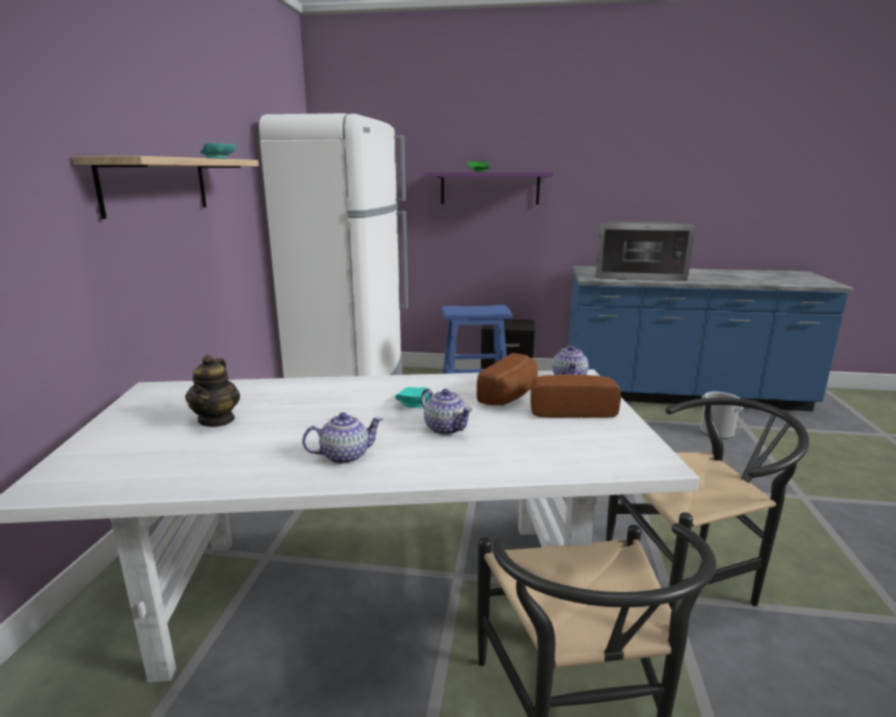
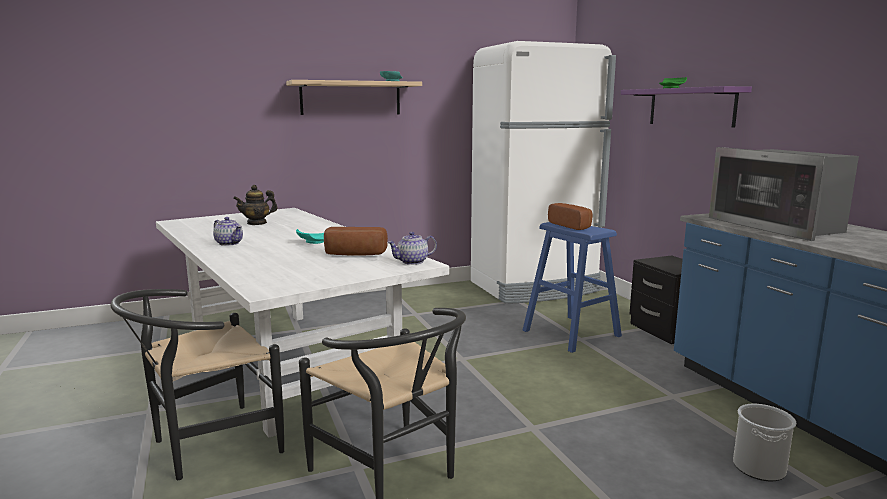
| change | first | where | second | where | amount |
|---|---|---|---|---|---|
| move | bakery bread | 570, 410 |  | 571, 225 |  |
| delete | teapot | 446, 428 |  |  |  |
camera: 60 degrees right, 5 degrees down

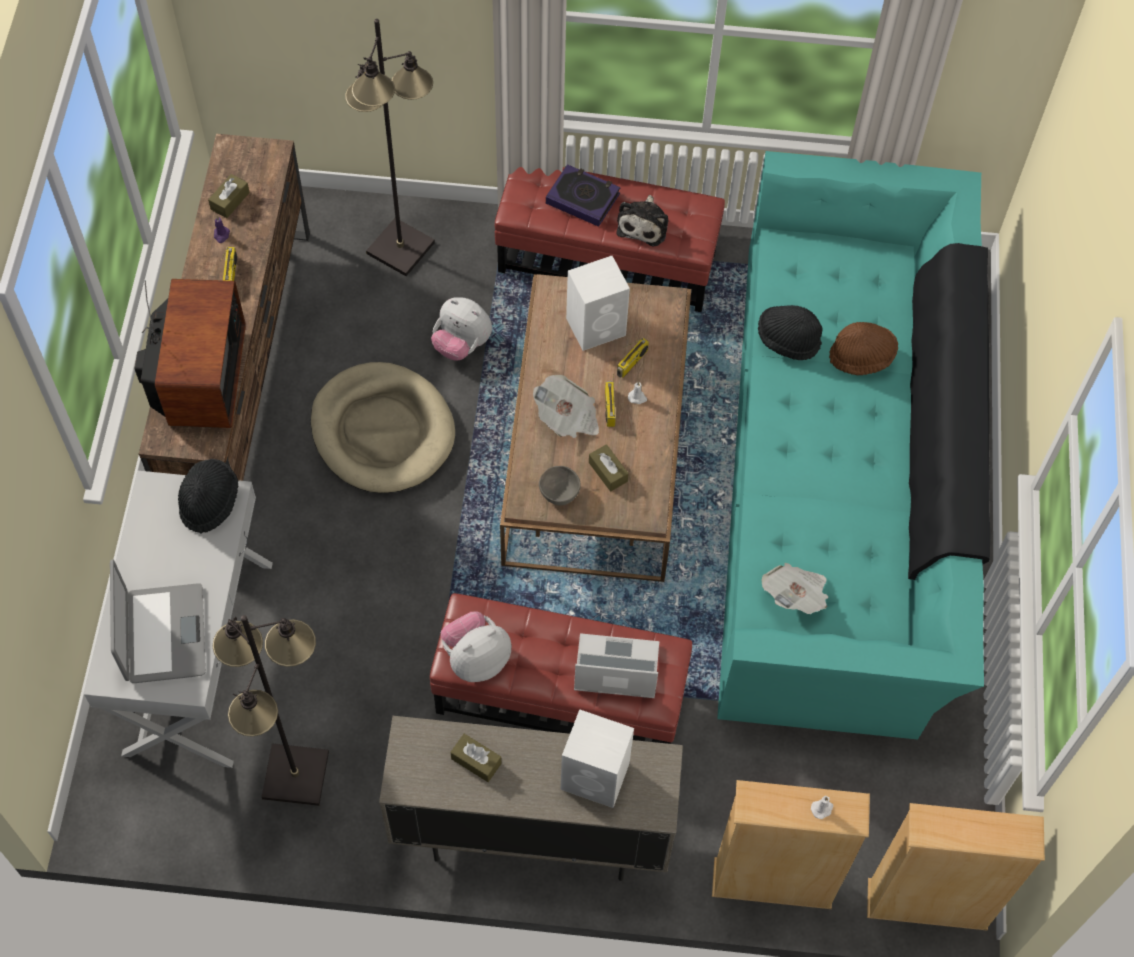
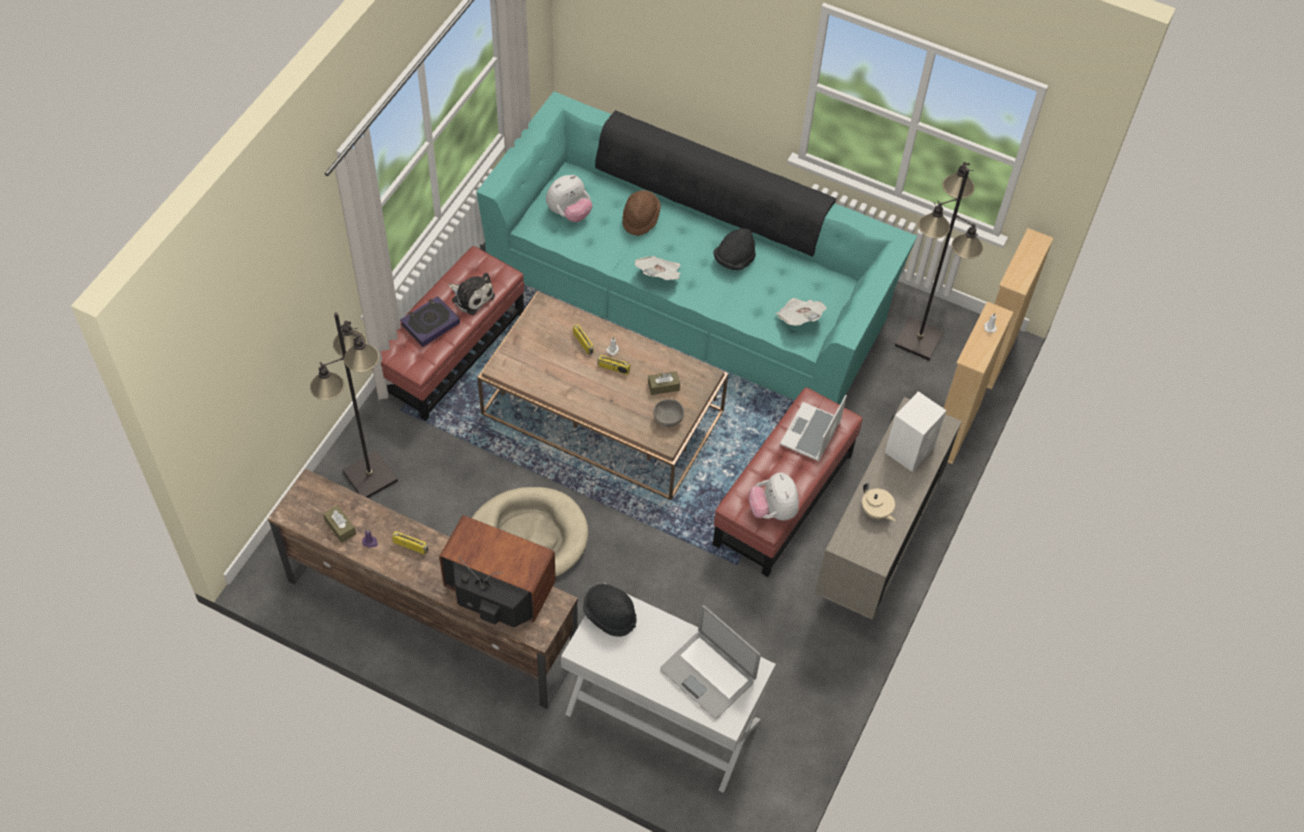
| change | first | where | second | where | amount |
|---|---|---|---|---|---|
| delete | audio speaker/white | 597, 326 |  |  |  |
| move | plush toy | 462, 344 |  | 569, 213 |  |
| move | wearable hat/black | 787, 340 |  | 734, 259 |  |
| move | printed paper | 567, 418 |  | 659, 275 |  |
| rotate | laptop | 163, 634 |  | 708, 674 | 150 degrees counterclockwise |
| move | floor lamp/black | 296, 776 |  | 919, 339 |  |
| replace | box of tissues/brownish | 476, 761 | teapot/beige-coloured | 876, 512 |  |
camera: 70 degrees left, 5 degrees down

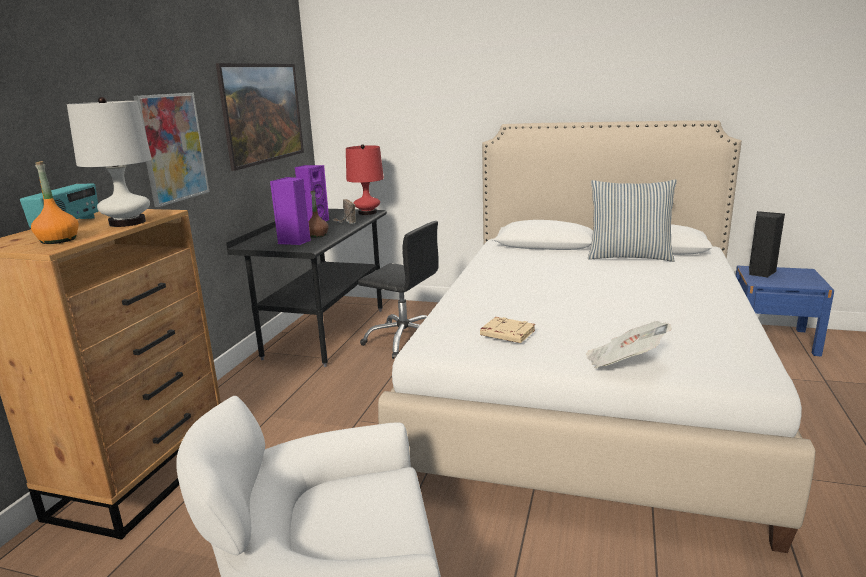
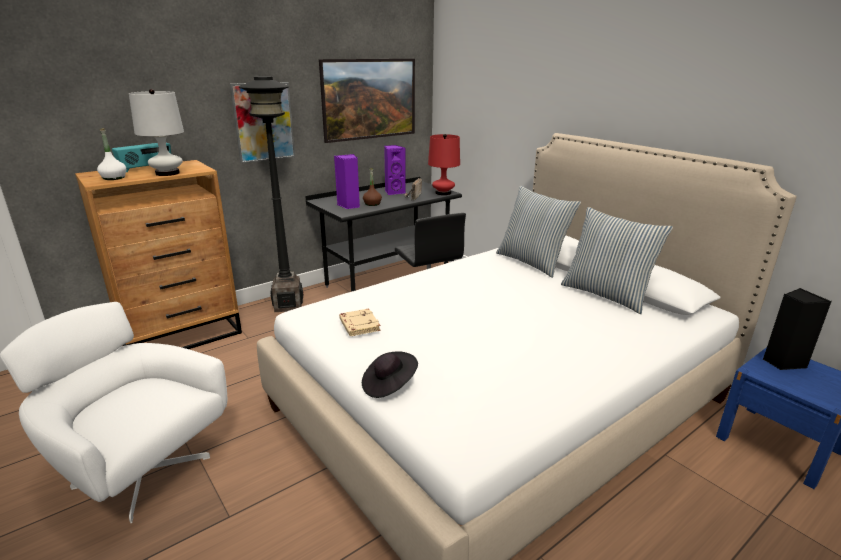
| change | first | where | second | where | amount |
|---|---|---|---|---|---|
| recolor | bottle/orange-coloured | 58, 240 | bottle/white | 114, 178 |  |
| replace | printed paper | 623, 363 | wearable hat/black | 389, 385 |  |
| insert |  |  | floor lamp/black | 288, 305 |  |
| insert |  |  | cushion | 532, 262 |  |
camera: 35 degrees right, 5 degrees up

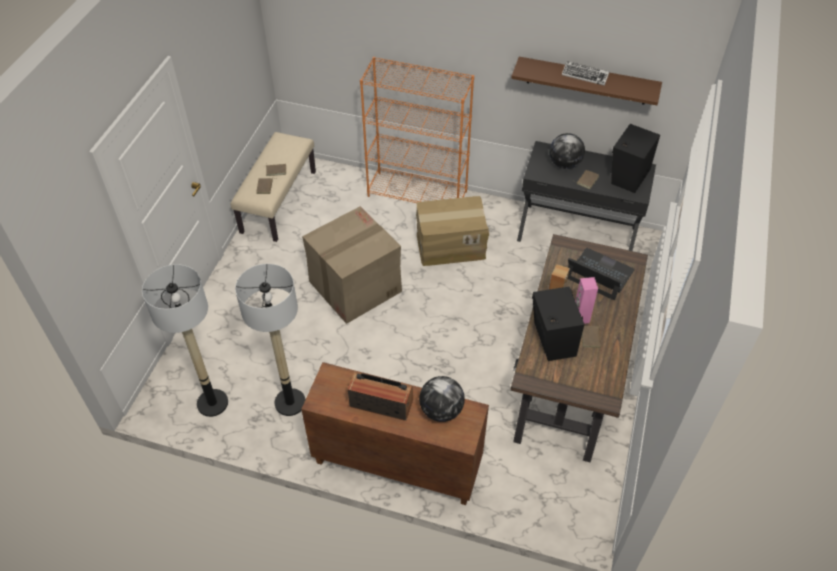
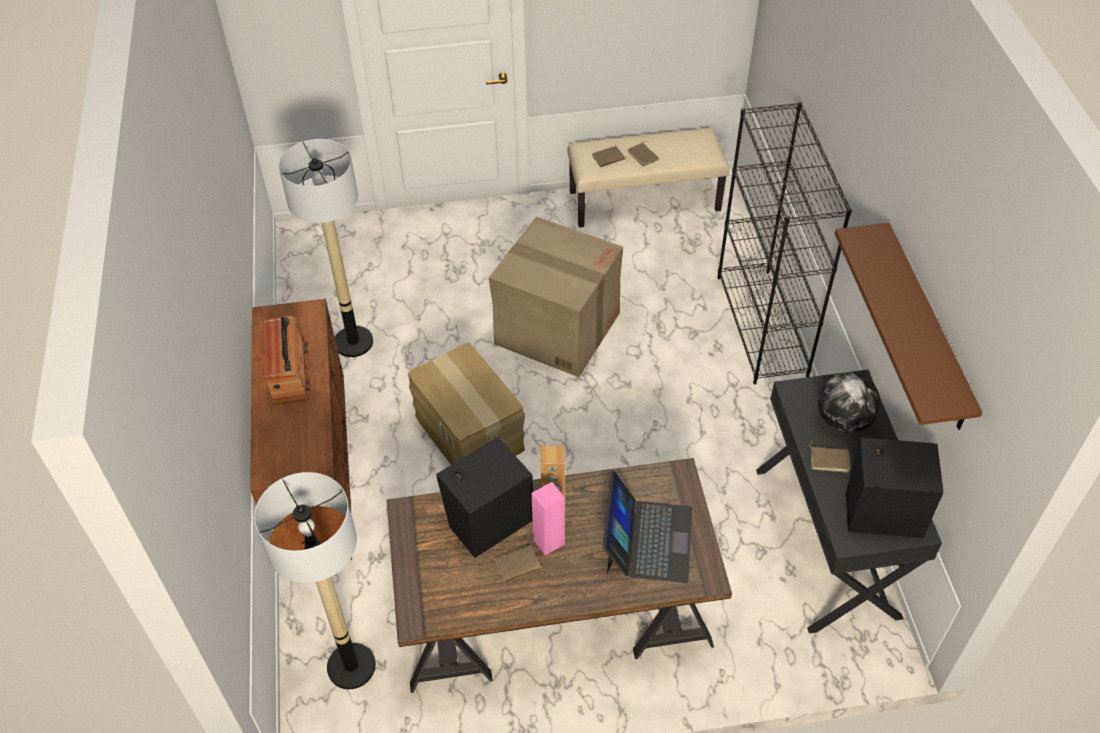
| change | first | where | second | where | amount |
|---|---|---|---|---|---|
| recolor | bookshelf/orange-coloured | 418, 193 | bookshelf/black | 762, 326 |  |
| delete | keyboard | 585, 76 |  |  |  |
| move | carton | 450, 245 |  | 470, 432 |  |
| move | floor lamp | 212, 403 |  | 351, 666 |  |
| delete | desk globe | 441, 410 |  |  |  |
camera: 65 degrees right, 0 degrees up

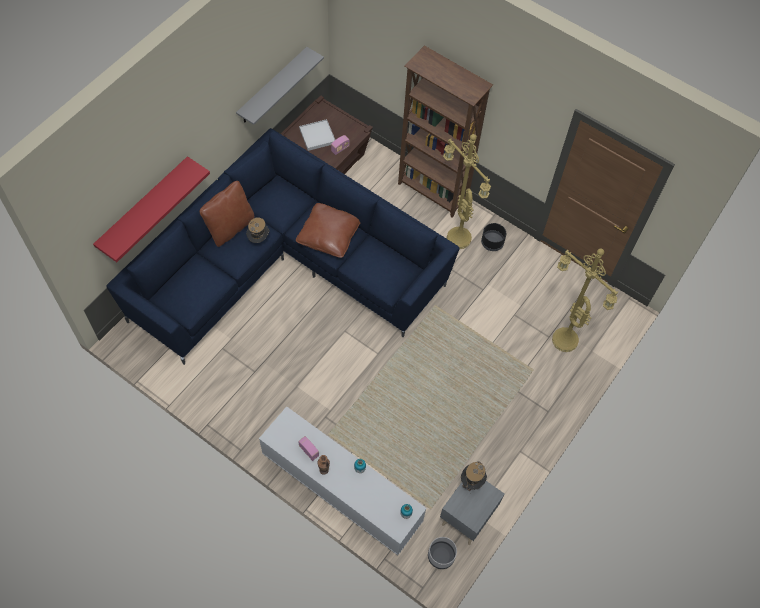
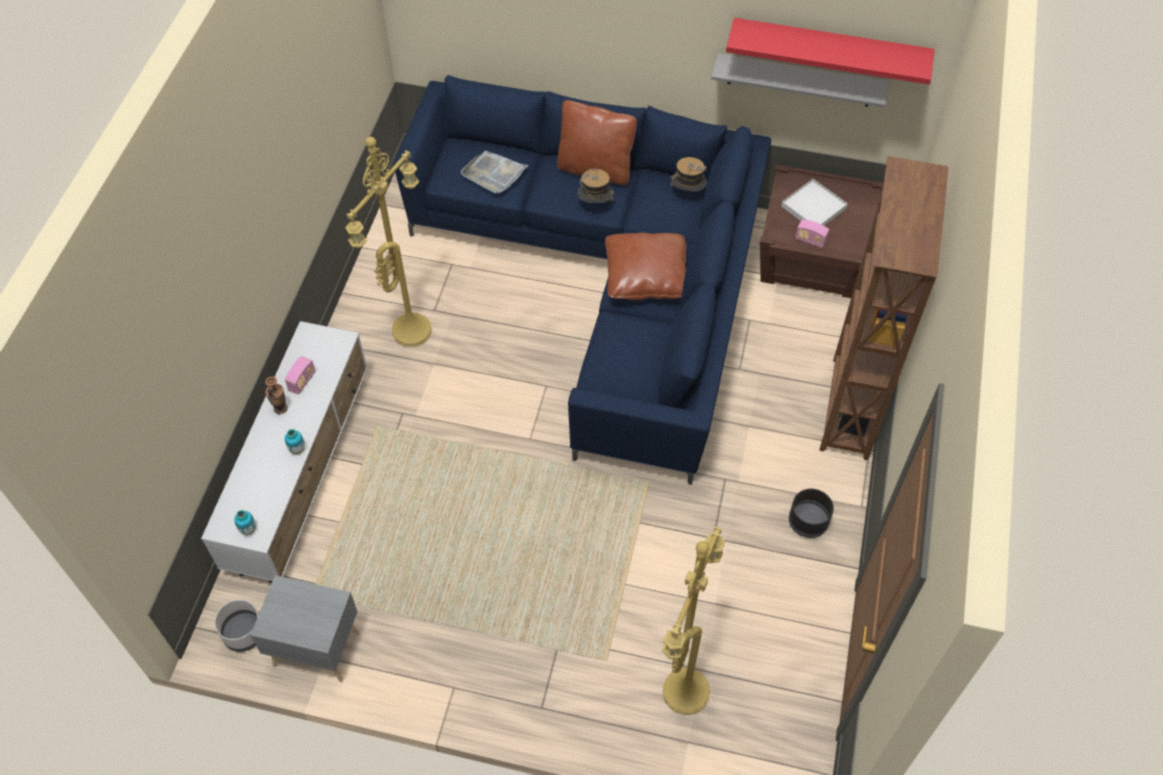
| change | first | where | second | where | amount |
|---|---|---|---|---|---|
| move | floor lamp/yellow | 457, 238 |  | 410, 329 |  |
| move | wall shelf/reddish | 143, 206 |  | 830, 47 |  |
| move | wearable hat | 472, 481 |  | 687, 193 |  |
| insert |  |  | tray/grey | 493, 174 |  |
camera: 70 degrees right, 5 degrees down

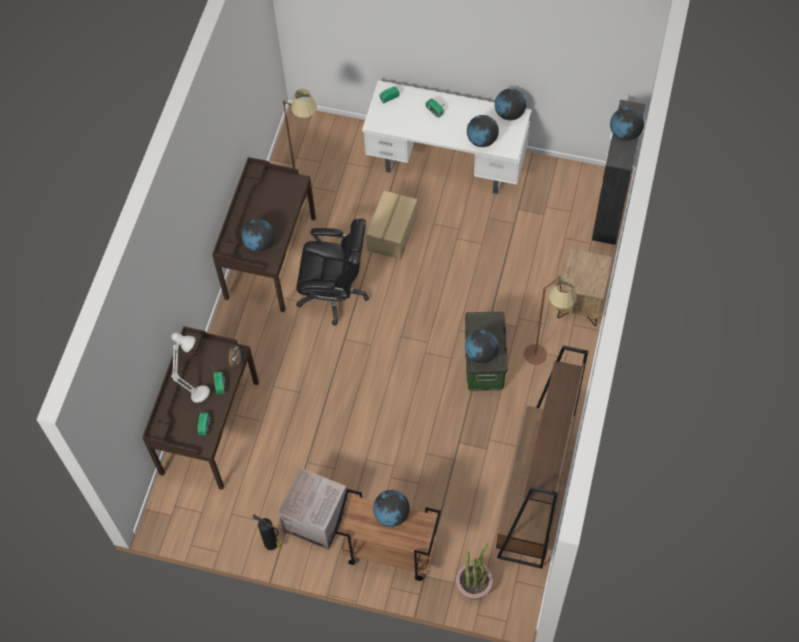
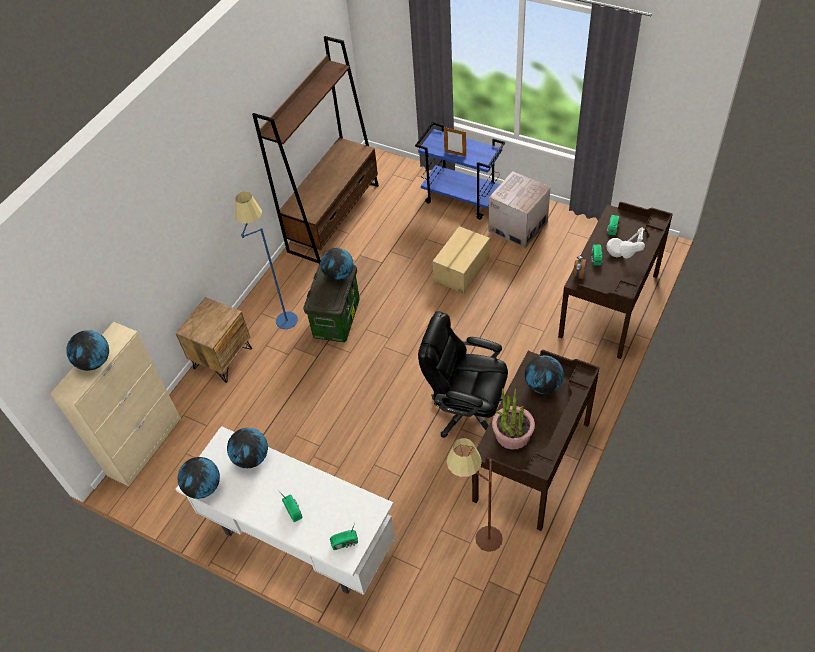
| change | first | where | second | where | amount |
|---|---|---|---|---|---|
| recolor | cabinet/black | 610, 211 | cabinet/beige-coloured | 145, 446 |  |
| move | carton | 391, 233 |  | 462, 270 |  |
| recolor | floor lamp/brownish | 544, 359 | floor lamp/blue | 280, 315 |  |
| recolor | wheeled cart/brownish | 389, 552 | wheeled cart/blue | 462, 199 |  |
| replace | desk globe | 391, 514 | photo frame | 455, 154 |  |
| delete | fire extinguisher | 272, 544 |  |  |  |
| move | houseplant | 474, 584 |  | 512, 434 |  |
camera: 165 degrees left, 10 degrees down

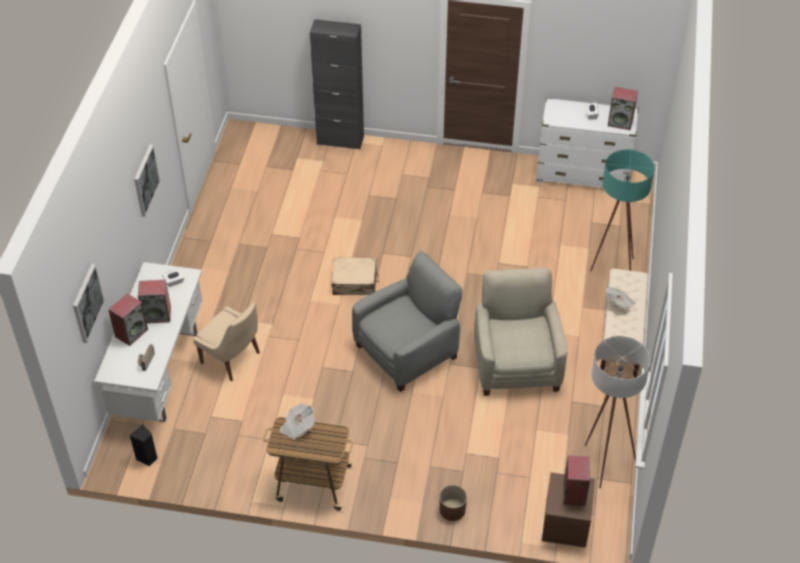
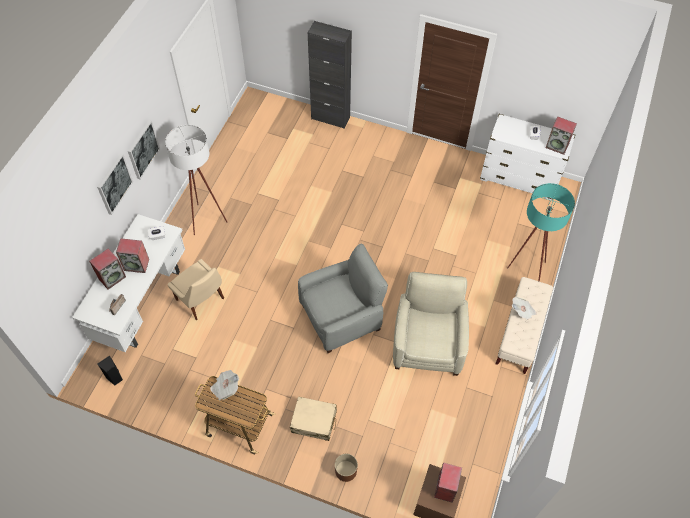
| change | first | where | second | where | amount |
|---|---|---|---|---|---|
| move | suitcase/beige-coloured | 354, 282 |  | 314, 421 |  |
| move | picture | 87, 303 |  | 114, 183 |  |
| move | floor lamp/white | 602, 460 |  | 205, 217 |  |
camera: 10 degrees right, 10 degrees up

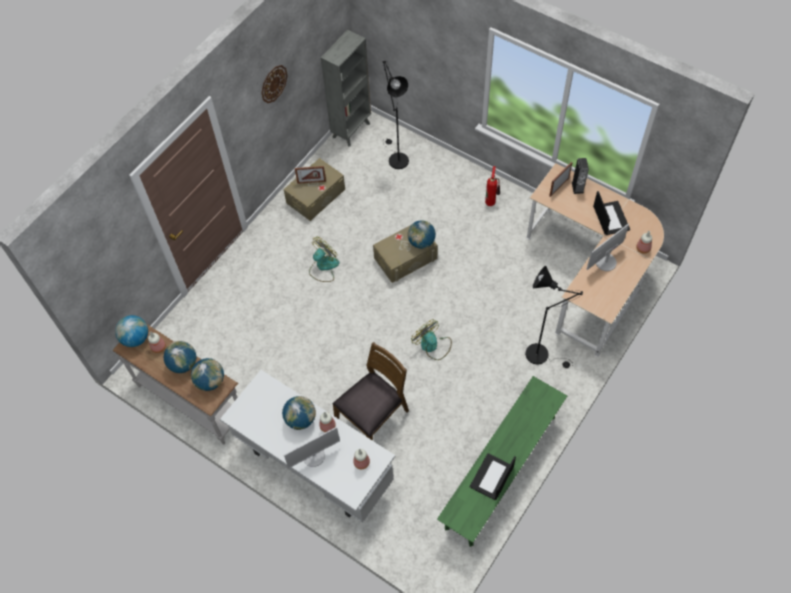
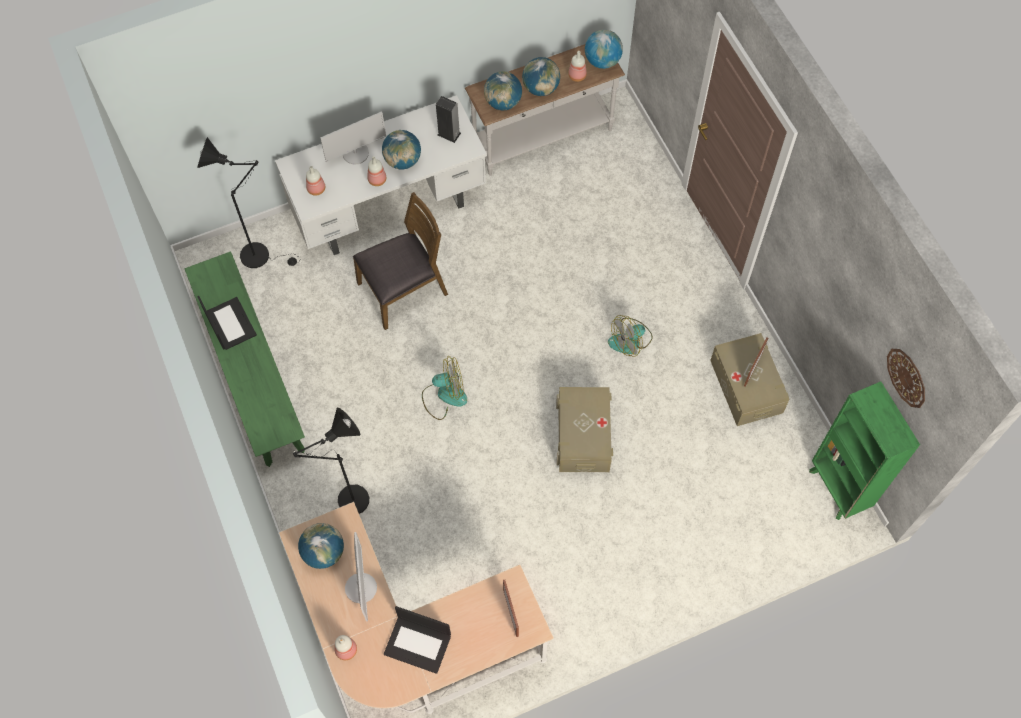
| change | first | where | second | where | amount |
|---|---|---|---|---|---|
| recolor | bookshelf/grey | 352, 130 | bookshelf/green | 838, 490 |  |
| move | floor lamp/black | 396, 158 |  | 260, 255 |  |
| move | hanging clock | 273, 83 |  | 906, 377 |  |
| move | audio speaker | 577, 187 |  | 449, 134 |  |
| delete | fire extinguisher | 491, 201 |  |  |  |
| move | desk globe | 421, 242 |  | 324, 552 |  |
| rotate | cooling fan | 323, 267 |  | 630, 340 | 75 degrees clockwise |
| rotate | plain chair/brownish | 373, 417 |  | 403, 290 | 105 degrees counterclockwise |
| rotate | computer display | 313, 455 |  | 356, 153 | 120 degrees counterclockwise |
camera: 120 degrees right, 5 degrees up

